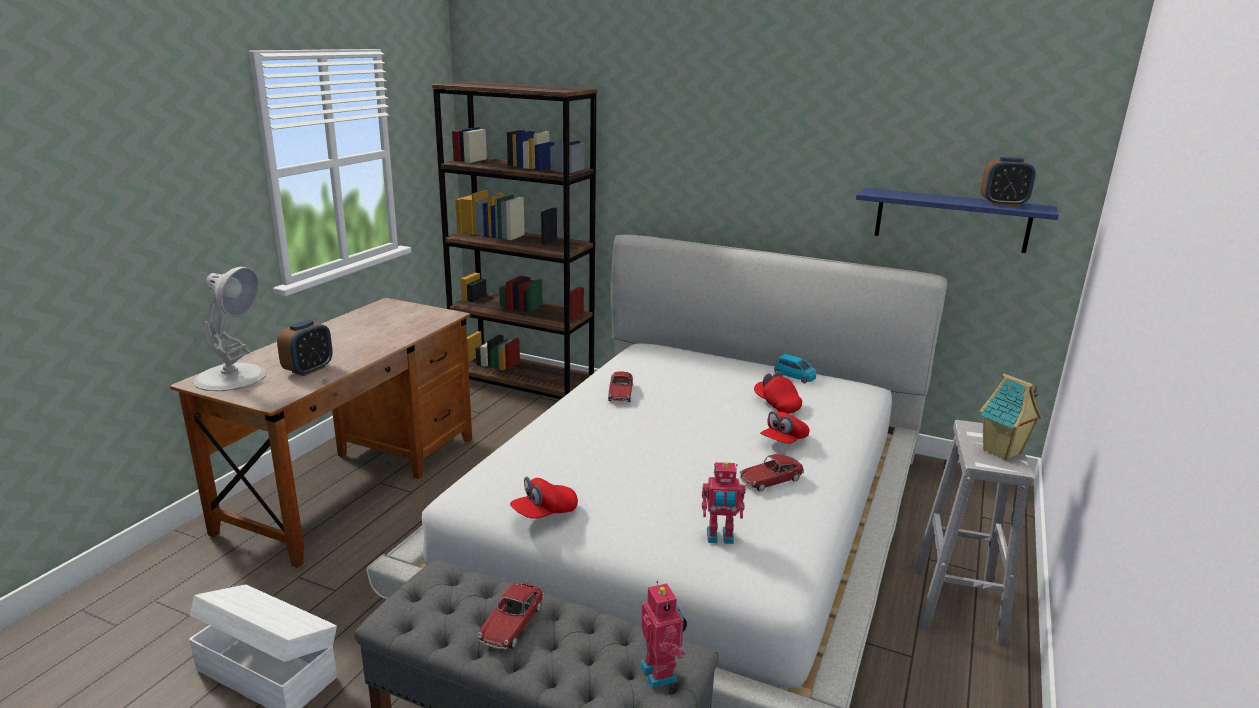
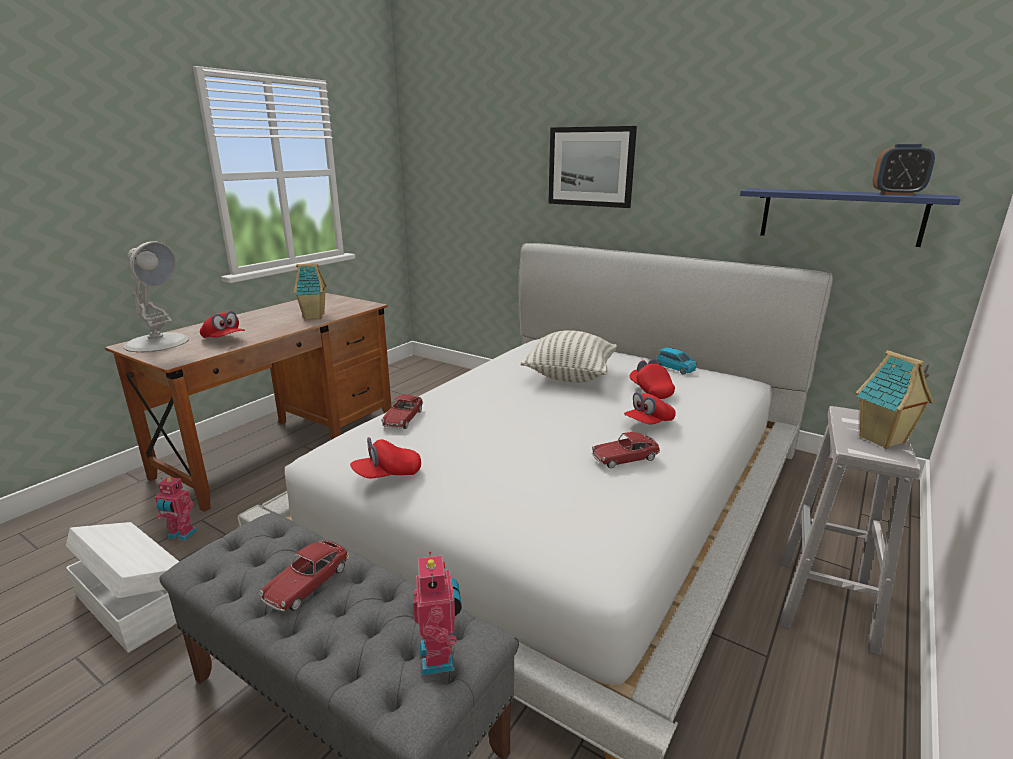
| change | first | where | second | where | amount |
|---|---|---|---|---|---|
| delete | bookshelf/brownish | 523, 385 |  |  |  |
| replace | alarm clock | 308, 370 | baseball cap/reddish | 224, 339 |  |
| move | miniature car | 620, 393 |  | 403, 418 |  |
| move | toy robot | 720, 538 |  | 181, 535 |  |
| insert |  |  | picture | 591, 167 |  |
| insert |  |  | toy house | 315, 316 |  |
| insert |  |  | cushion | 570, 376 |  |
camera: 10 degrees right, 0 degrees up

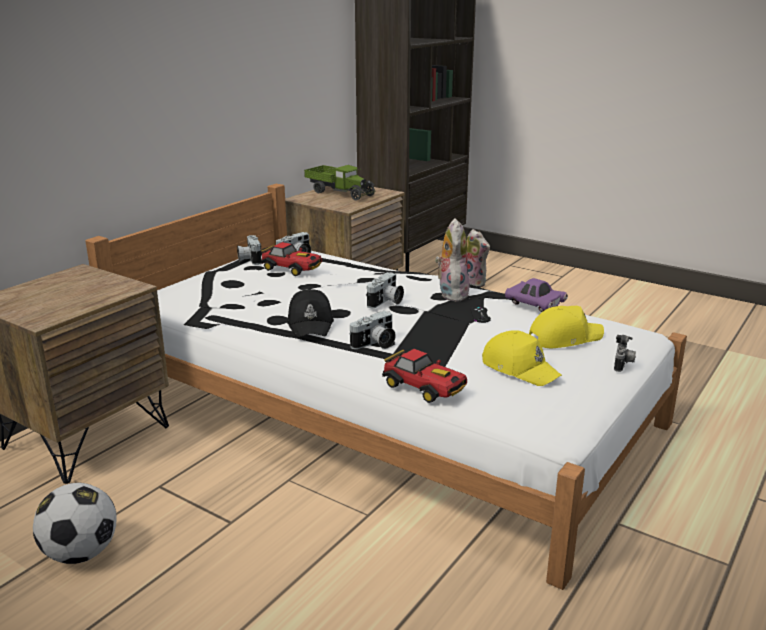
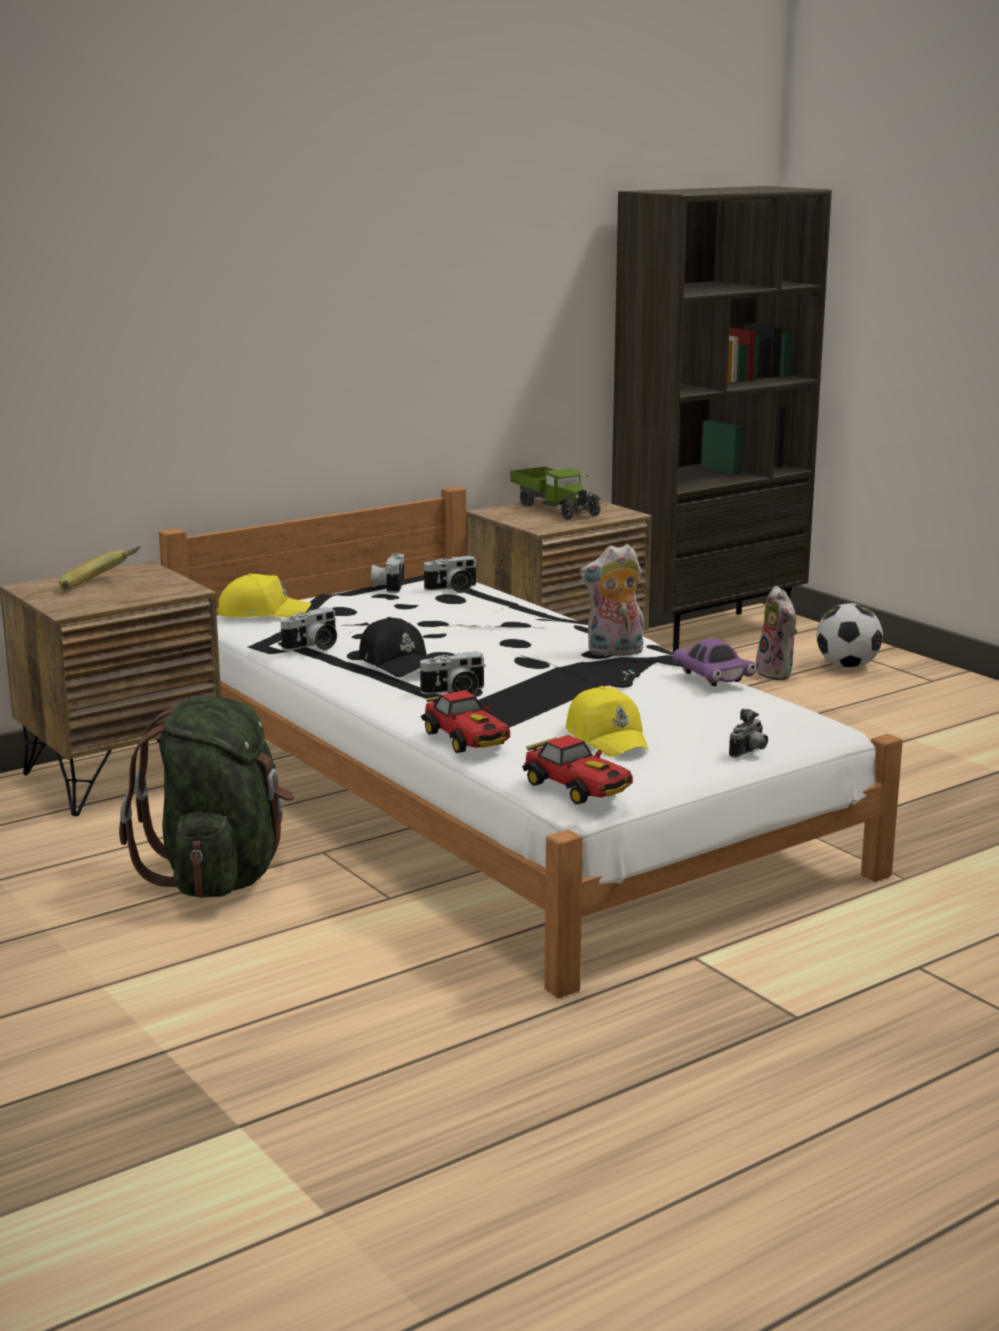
| change | first | where | second | where | amount |
|---|---|---|---|---|---|
| rotate | plush toy | 451, 293 |  | 614, 652 | 120 degrees counterclockwise |
| move | miniature car | 292, 269 |  | 577, 789 |  |
| move | photo camera | 386, 302 |  | 313, 646 |  |
| rotate | baseball cap/black | 311, 324 |  | 396, 663 | 45 degrees counterclockwise |
| move | baseball cap/yellow | 564, 338 |  | 262, 613 |  |
| move | ball for football | 81, 553 |  | 847, 666 |  |
| insert |  |  | whole banana | 102, 586 |  |
| insert |  |  | backpack/green | 219, 876 |  |
camera: 20 degrees right, 5 degrees down

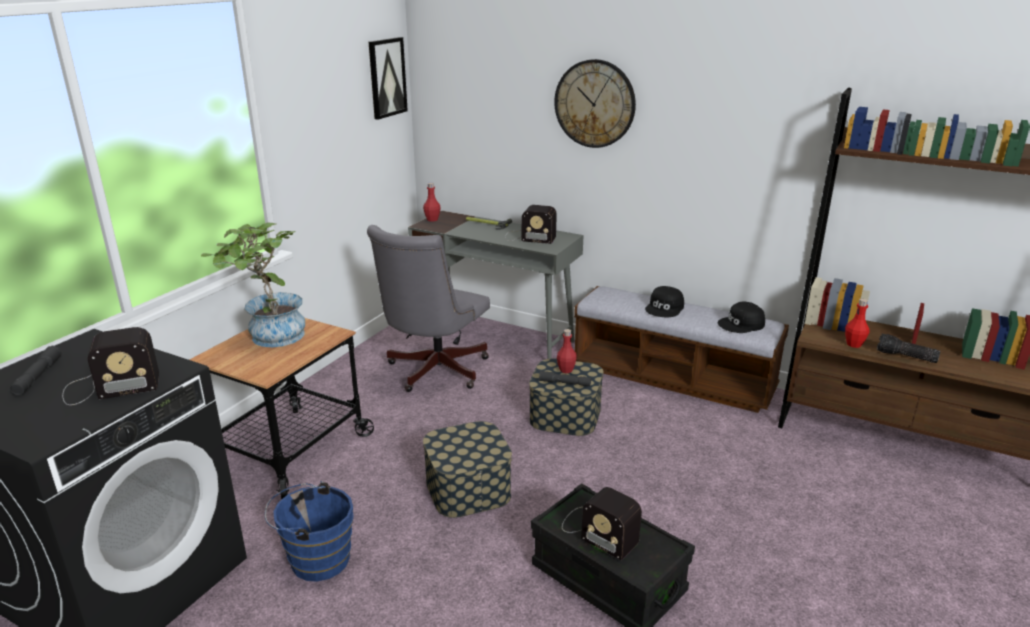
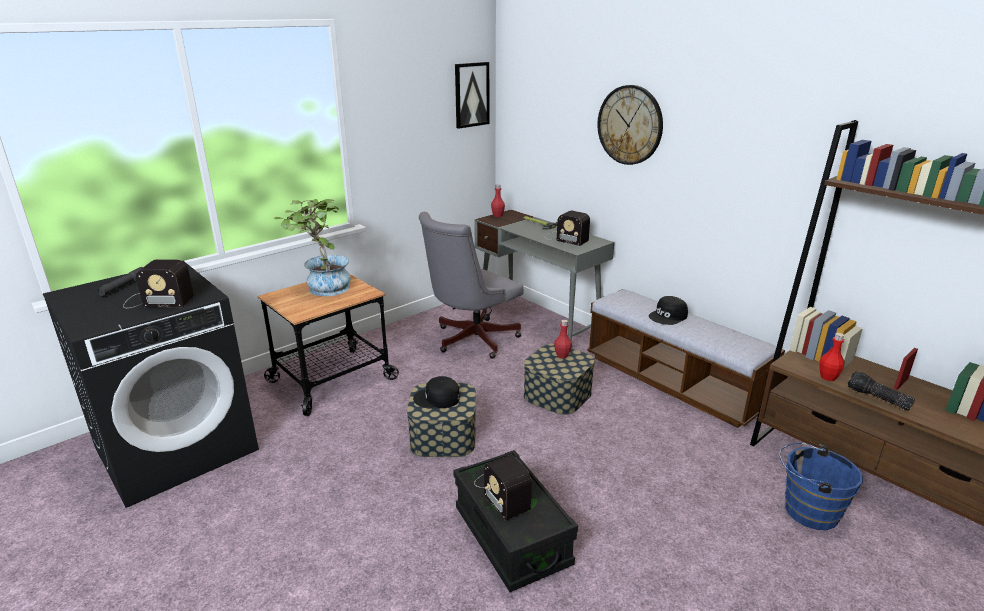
| change | first | where | second | where | amount |
|---|---|---|---|---|---|
| move | baseball cap/black | 741, 324 |  | 437, 398 |  |
| delete | torch/grey | 564, 383 |  |  |  |
| move | bucket/blue | 315, 559 |  | 806, 510 |  |
camera: 20 degrees right, 0 degrees up

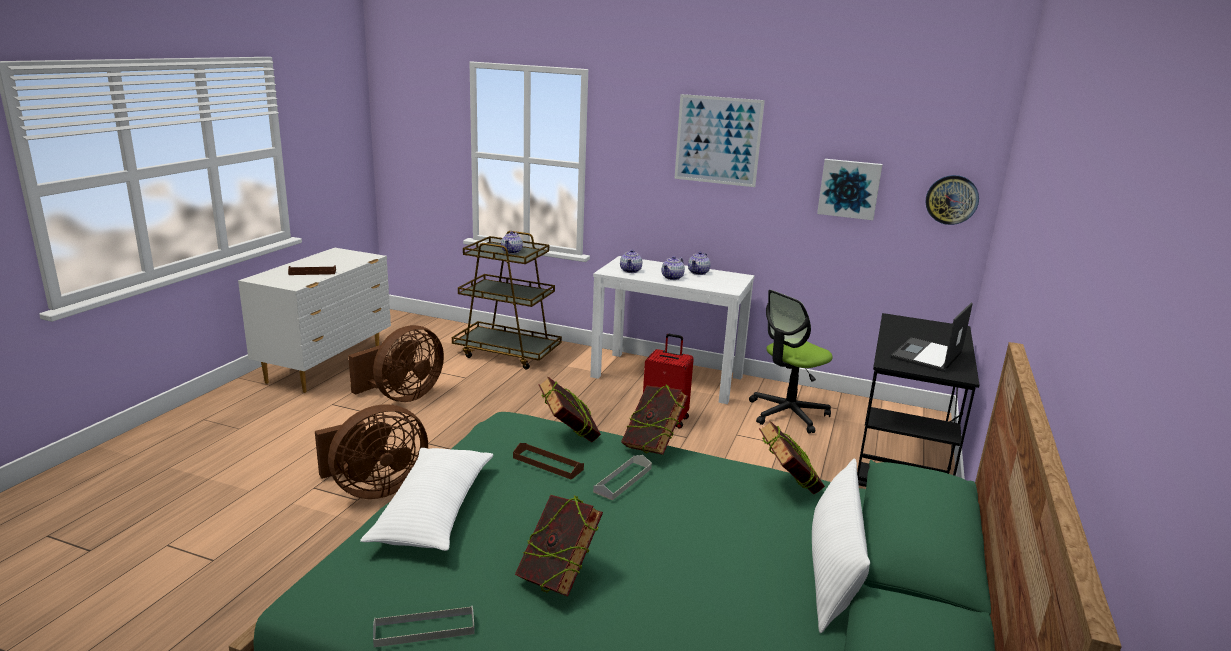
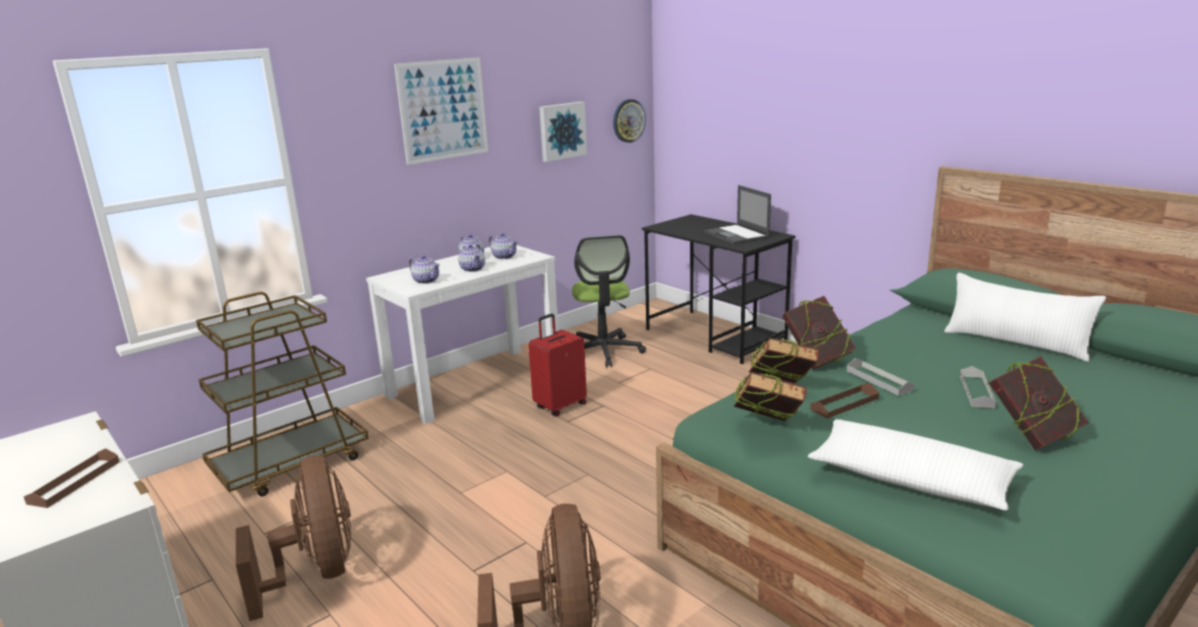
| change | first | where | second | where | amount |
|---|---|---|---|---|---|
| move | teapot | 512, 251 |  | 504, 256 |  |
| move | bound book | 787, 487 |  | 767, 430 |  |
| move | tray/grey | 424, 629 |  | 977, 391 |  |
camera: 60 degrees left, 0 degrees up

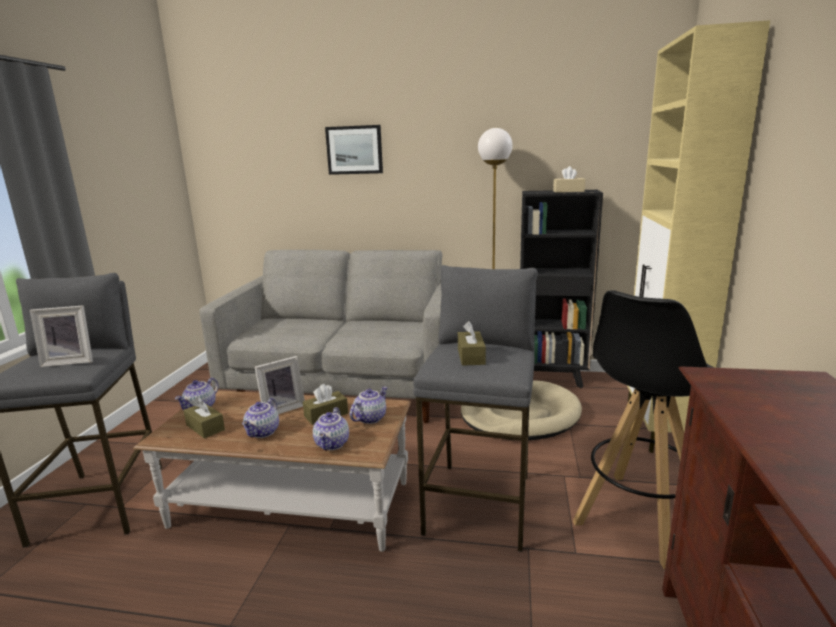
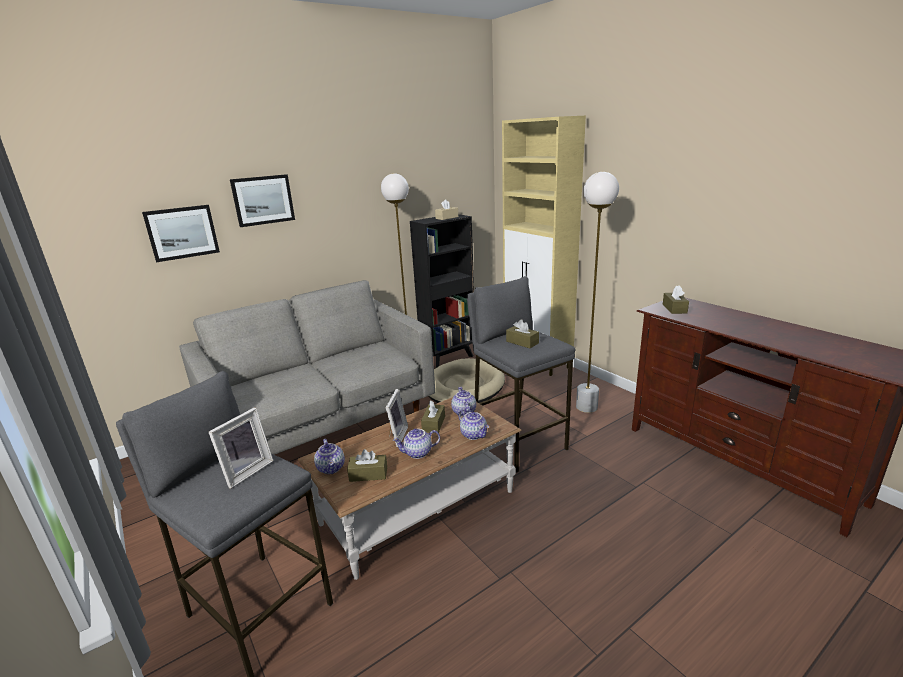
| change | first | where | second | where | amount |
|---|---|---|---|---|---|
| replace | stool/black | 637, 517 | floor lamp/white | 586, 407 |  |
| rotate | teapot | 263, 432 |  | 418, 453 | 105 degrees clockwise |
| insert |  |  | picture | 182, 232 |  |
| insert |  |  | box of tissues/brownish | 674, 308 |  |
camera: 45 degrees left, 5 degrees up

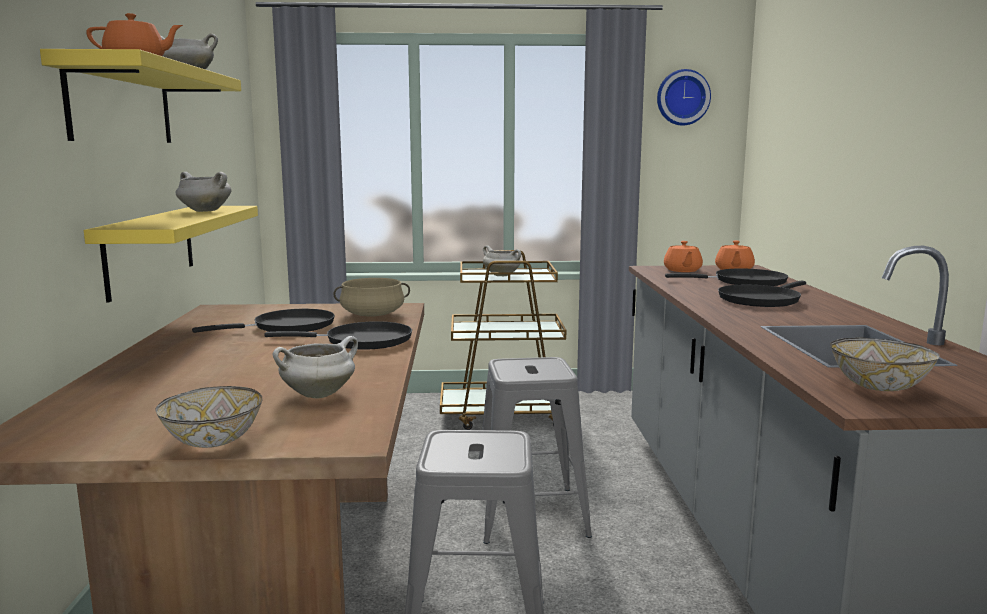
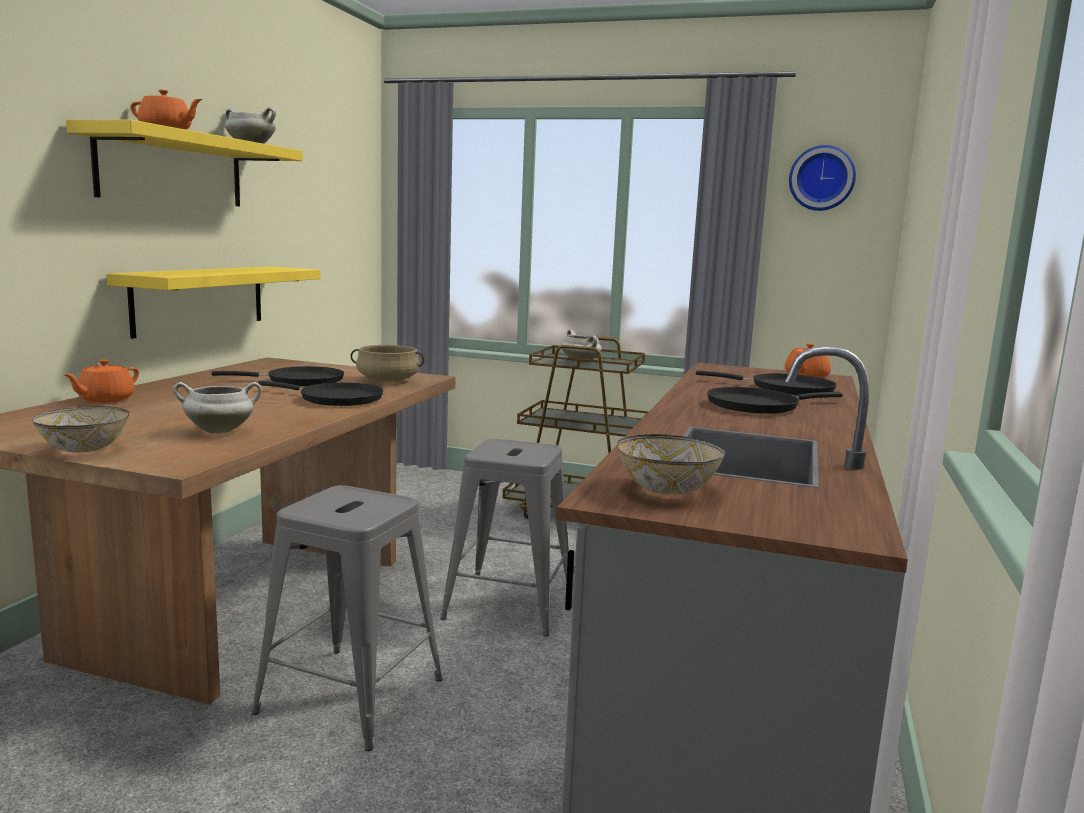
| change | first | where | second | where | amount |
|---|---|---|---|---|---|
| delete | stockpot/white | 204, 211 |  |  |  |
| move | teapot/orange-coloured | 682, 270 |  | 105, 400 |  |
camera: 20 degrees right, 0 degrees up

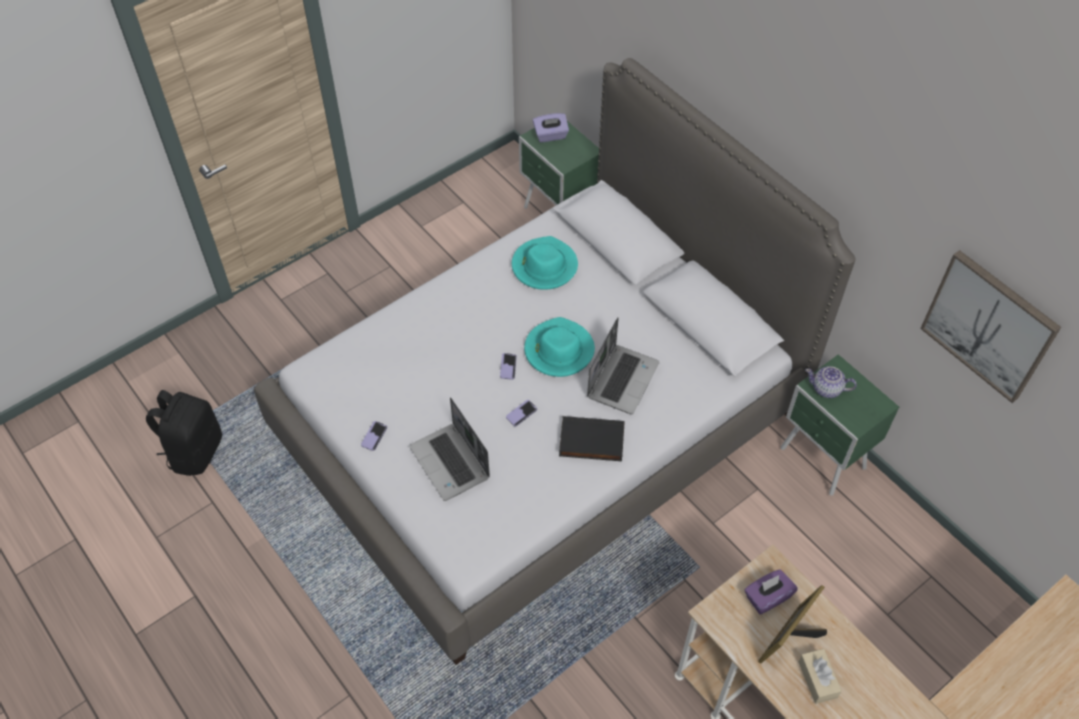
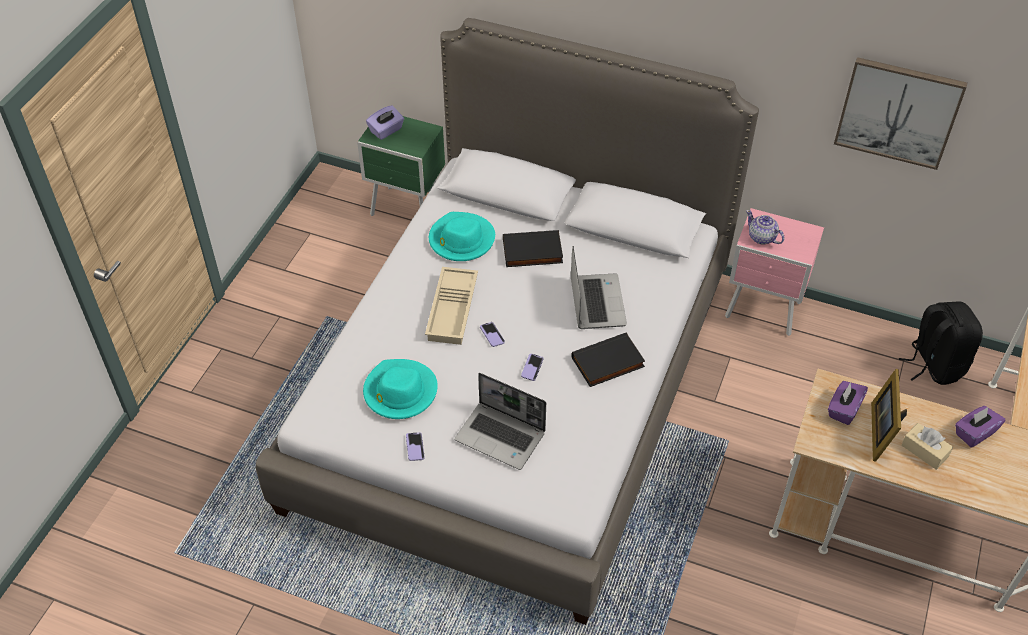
| change | first | where | second | where | amount |
|---|---|---|---|---|---|
| move | wearable hat/turquoise | 558, 350 |  | 400, 392 |  |
| recolor | bedside table/green | 823, 460 | bedside table/pink | 764, 311 |  |
| rotate | teapot | 827, 389 |  | 762, 238 | 60 degrees clockwise |
| move | backpack/black | 195, 451 |  | 934, 364 |  |
| insert |  |  | bound book/black | 532, 252 |  |
| insert |  |  | tray/beige-coloured | 453, 310 |  |
| insert |  |  | box of tissues/purplish | 974, 433 |  |
camera: 30 degrees left, 5 degrees down

